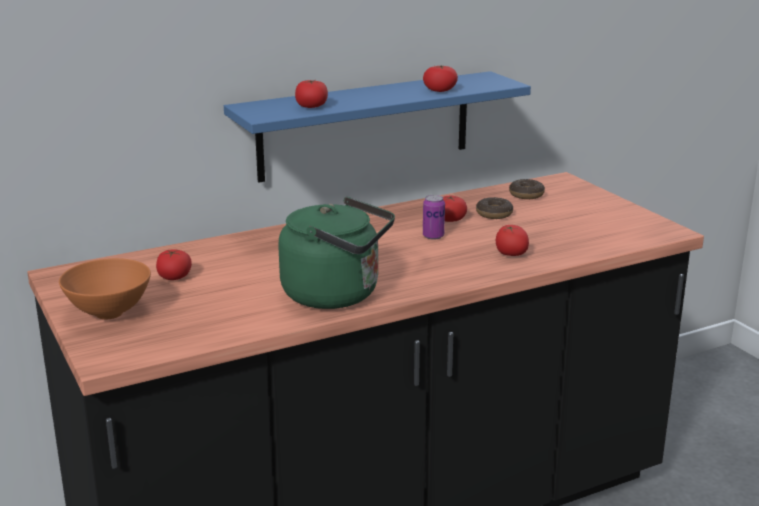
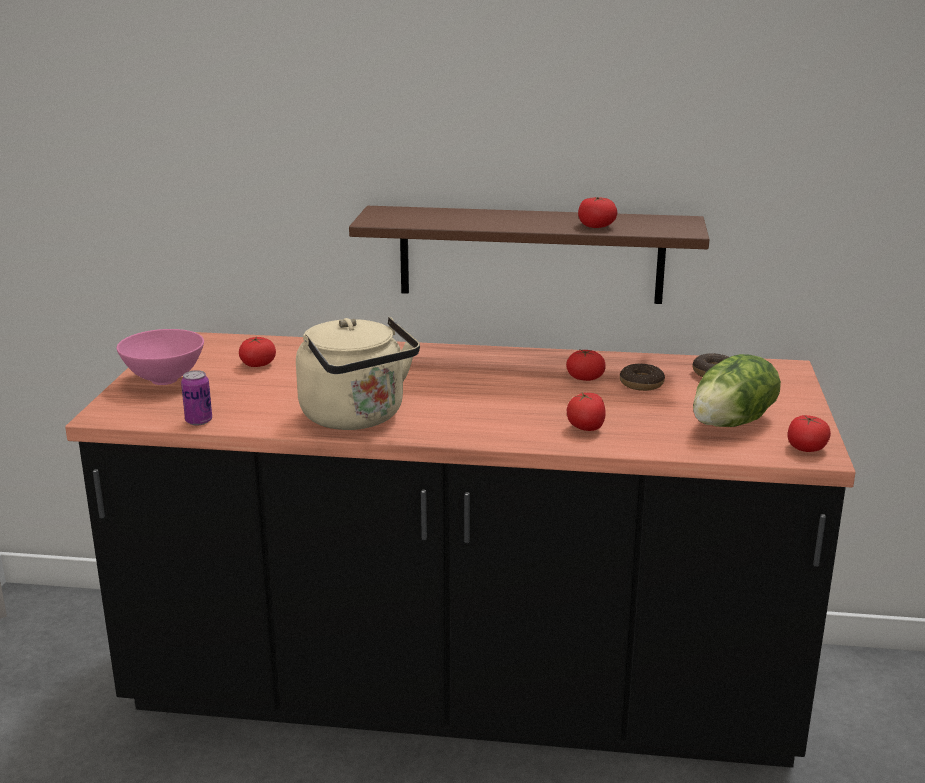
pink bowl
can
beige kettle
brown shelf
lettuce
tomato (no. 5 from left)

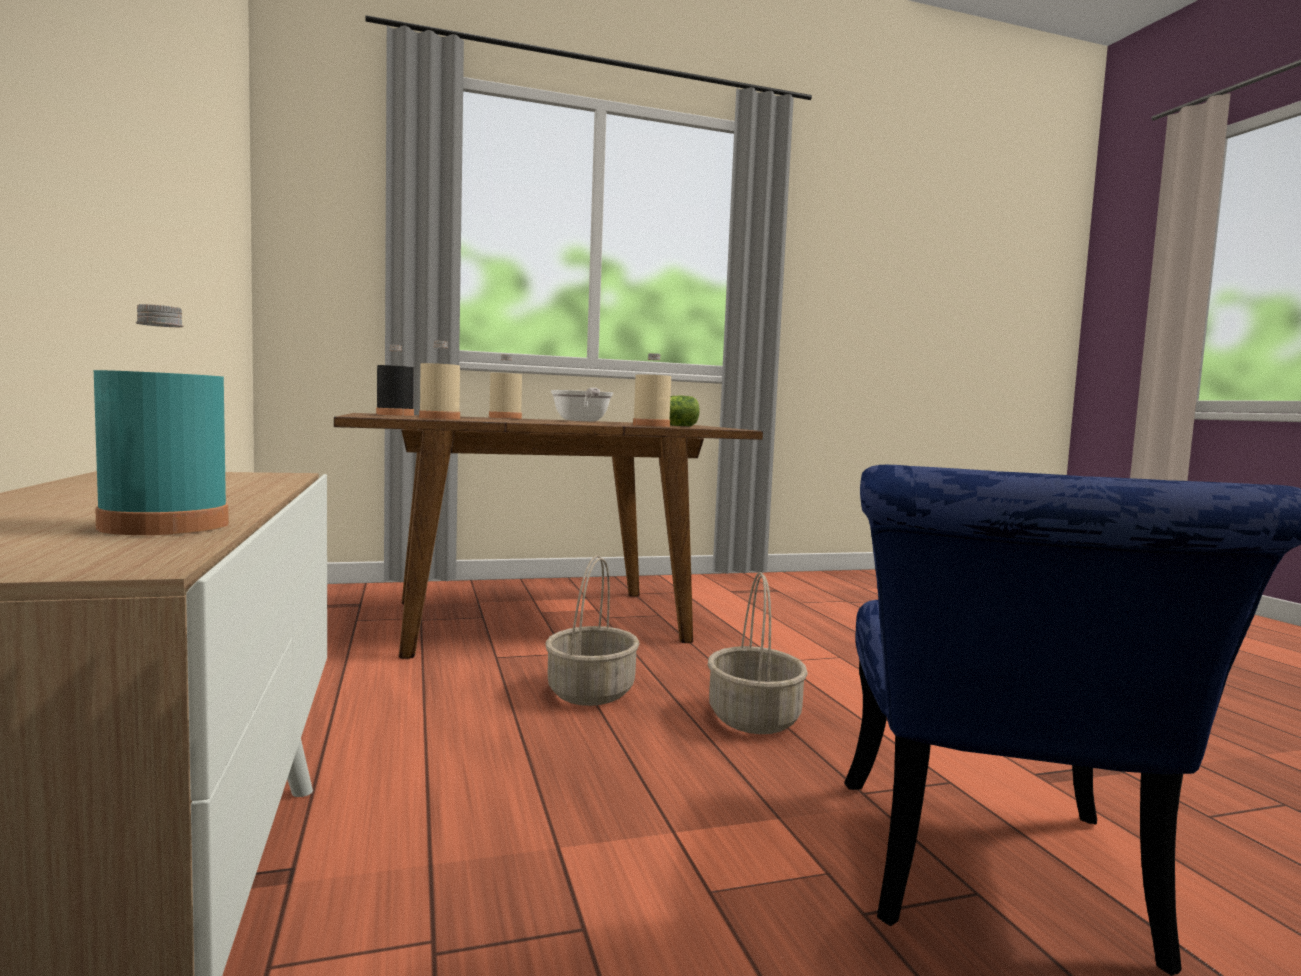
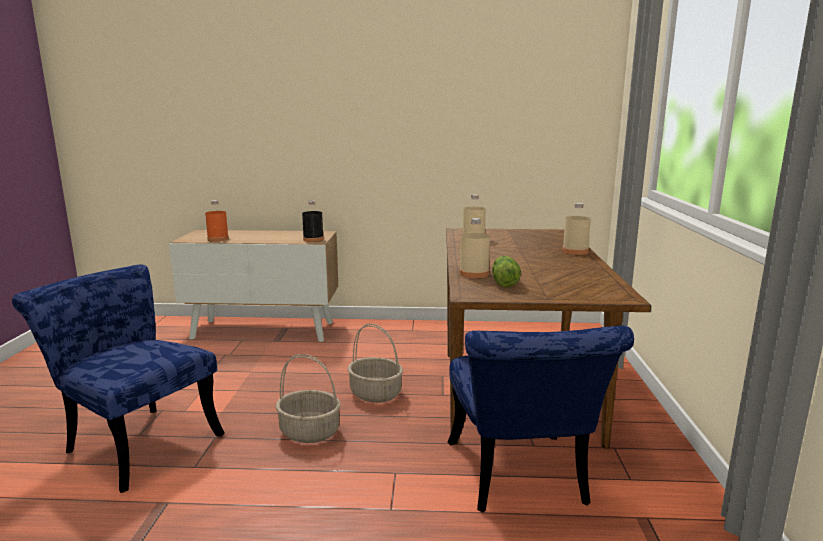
orange bottle
black bottle
blue chair (no. 2 from left)
frying pan

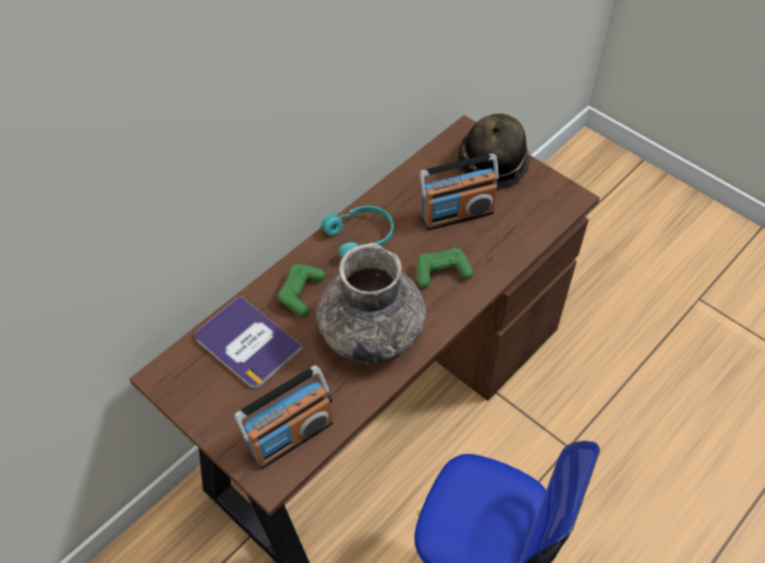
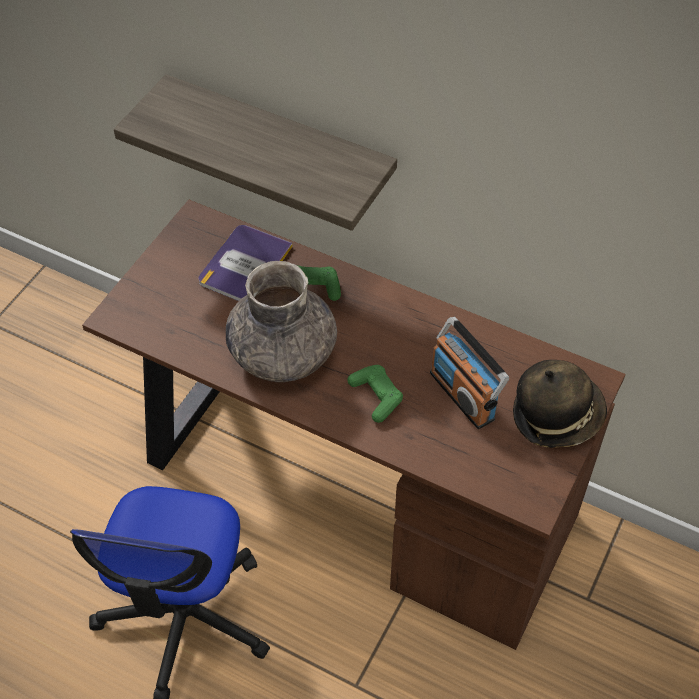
shelf
radio (no. 1 from left in the first image)
turquoise headphones

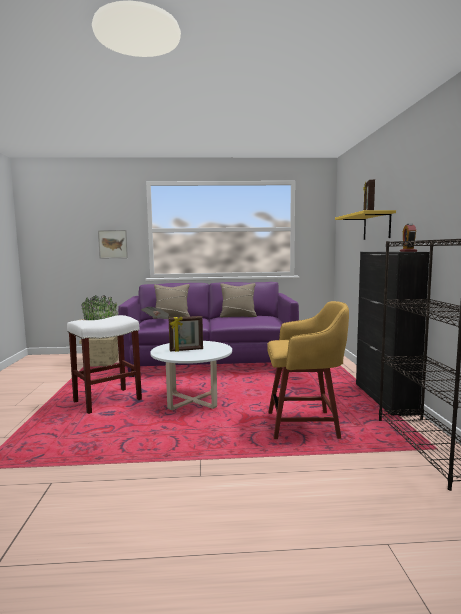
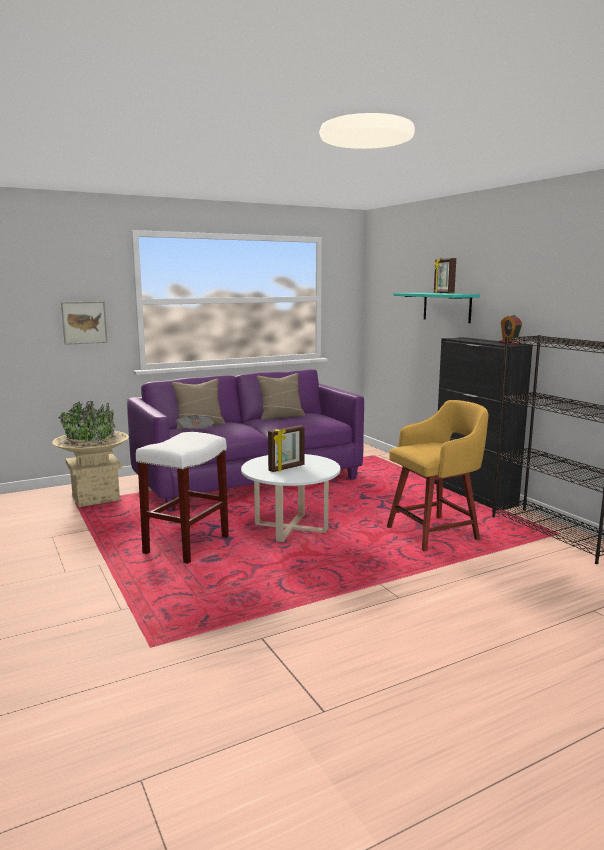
turquoise shelf

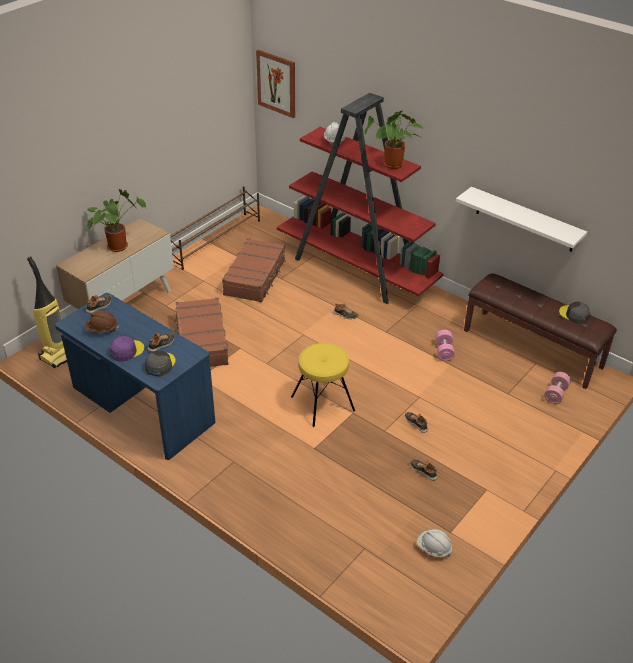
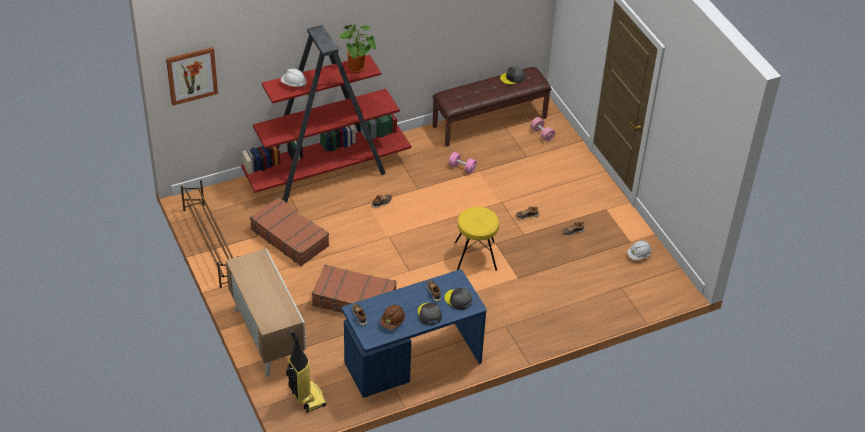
grey cap (no. 1 from left)
potted plant (no. 1 from left in the first image)
white shelf

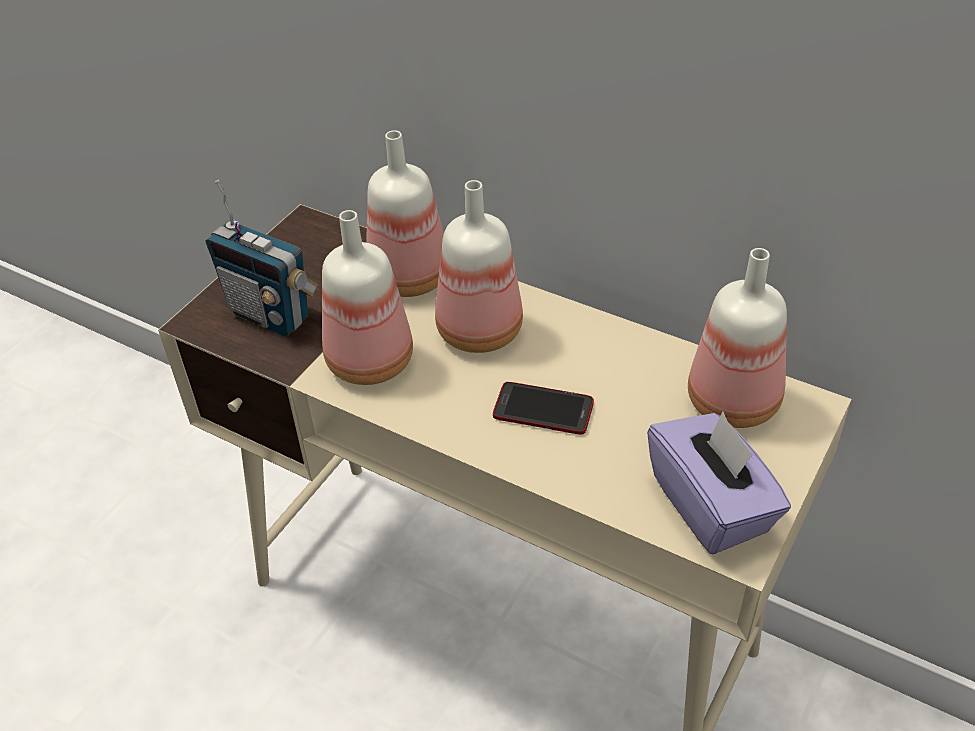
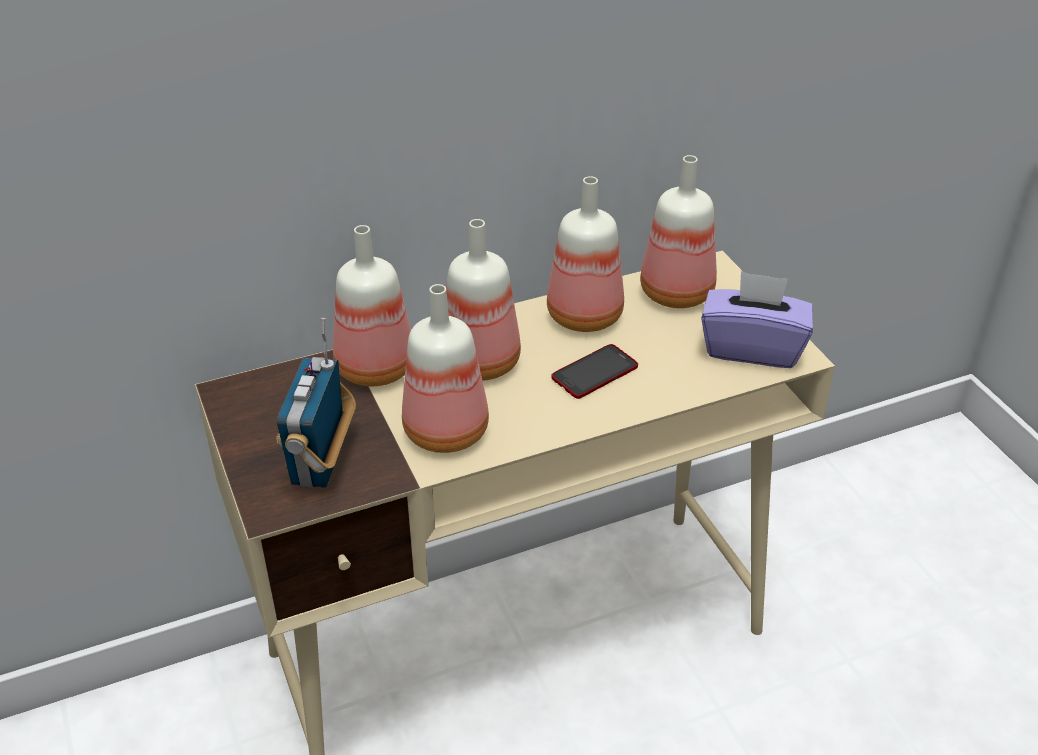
radio
bottle (no. 4 from left)

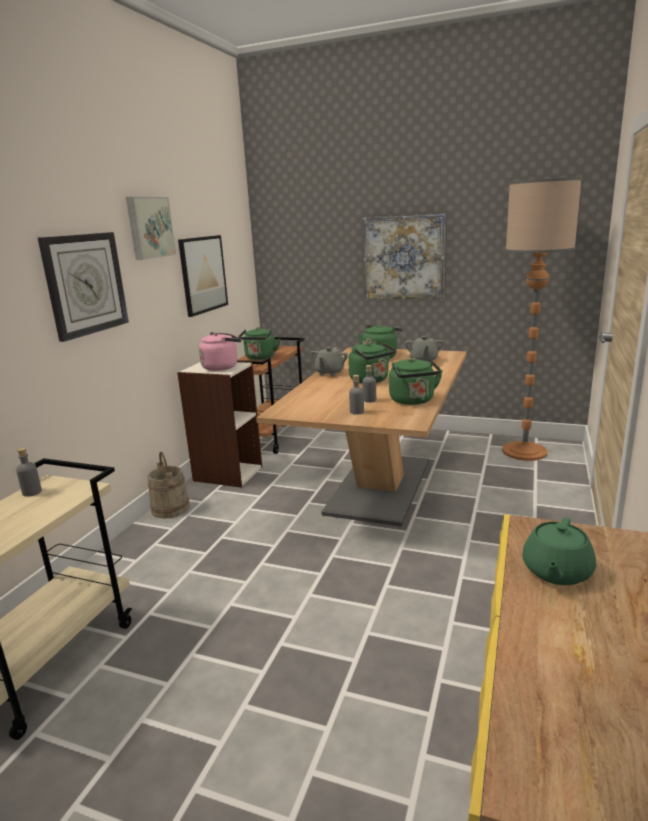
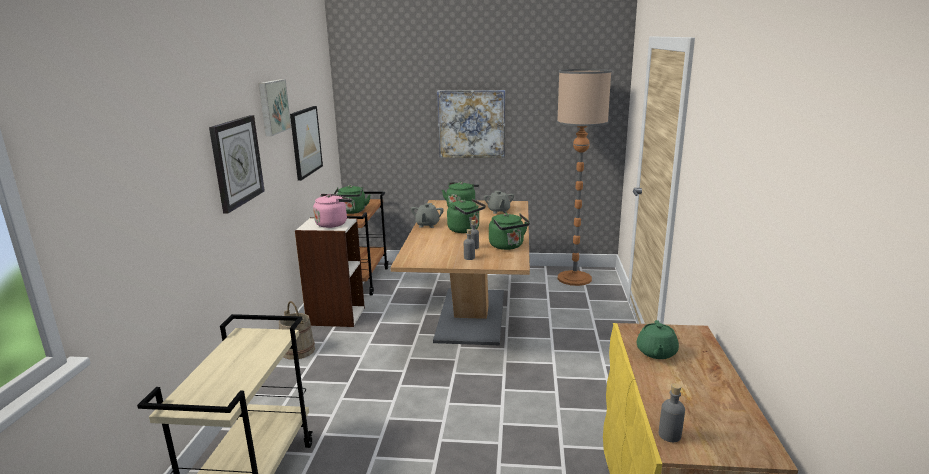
grey bottle (no. 3 from left)

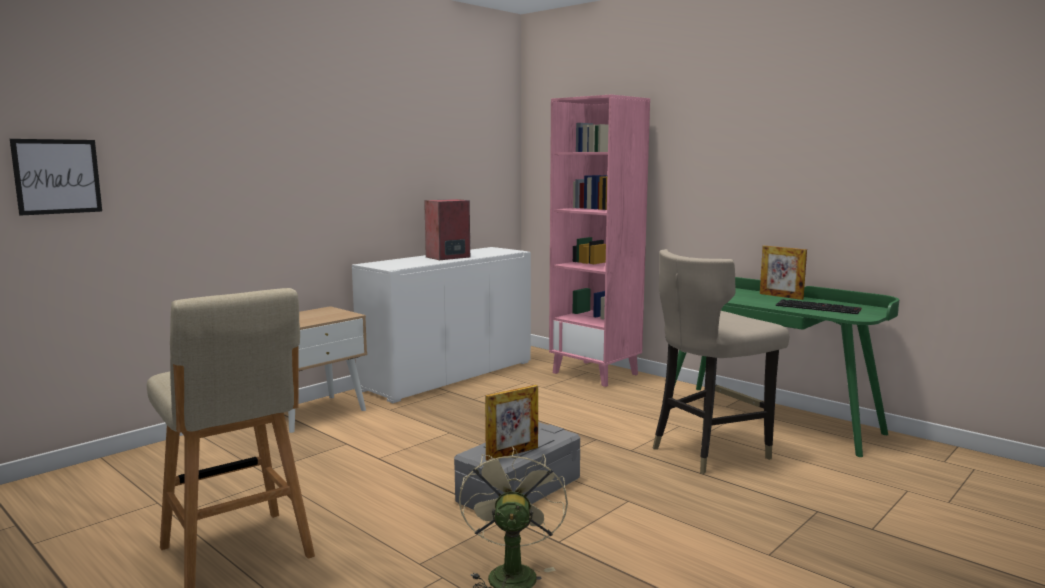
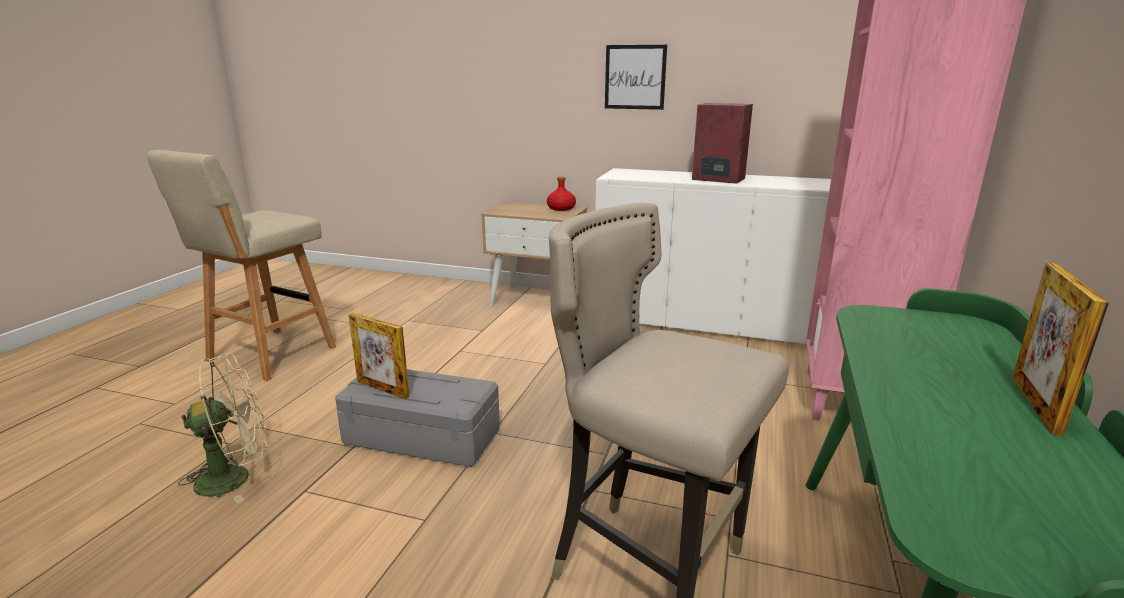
red bottle
picture
keyboard

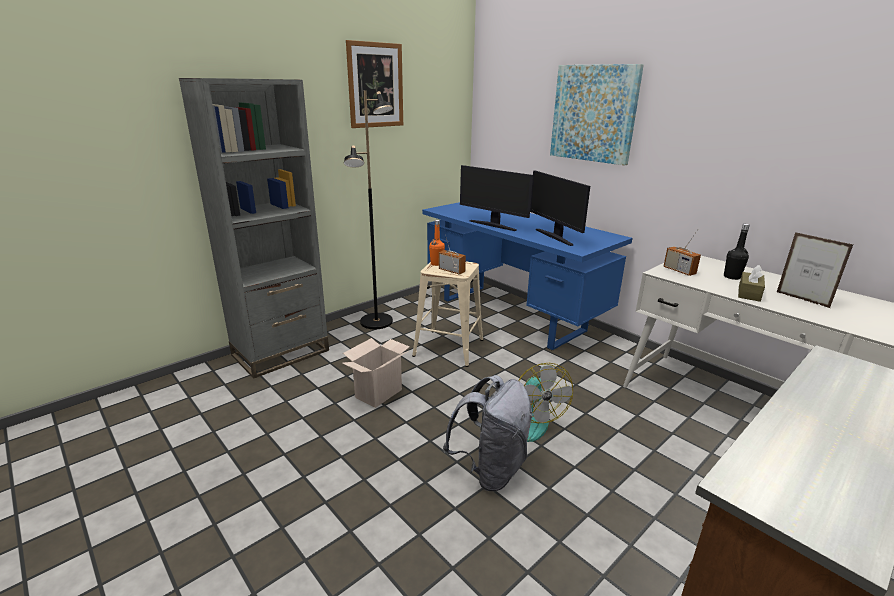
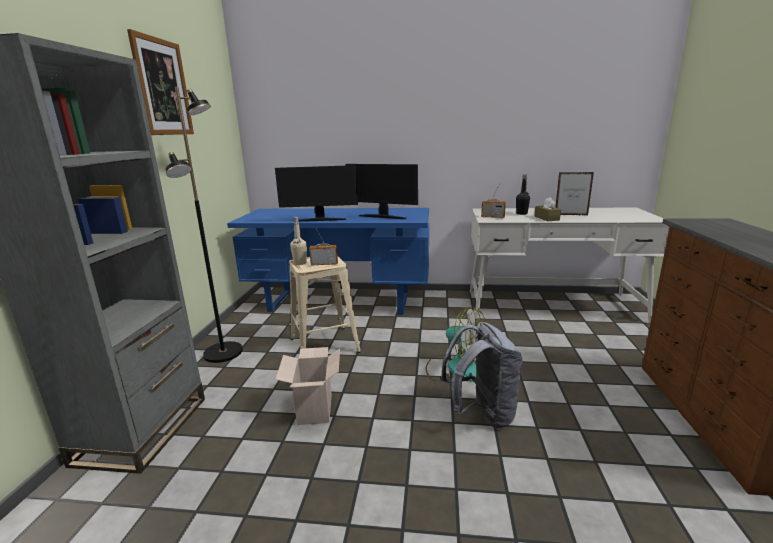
beige bottle
picture (no. 2 from left in the first image)

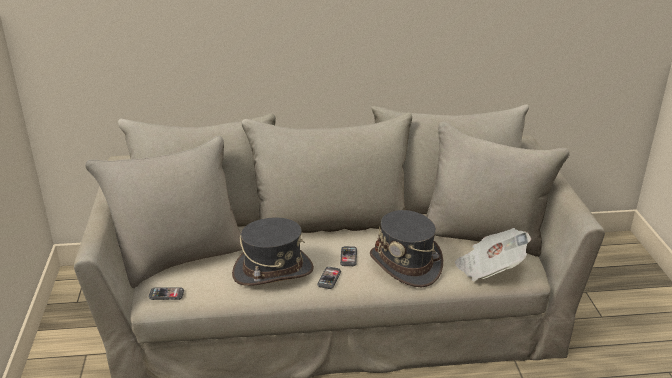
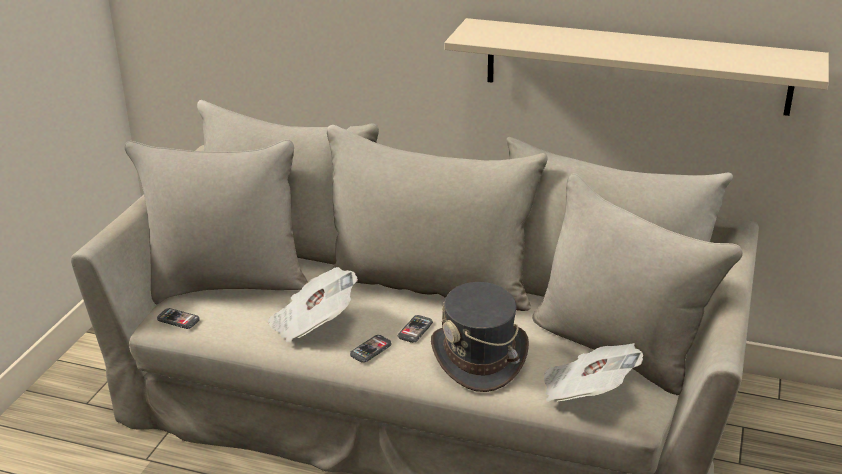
newspaper (no. 1 from left)
beige shelf

